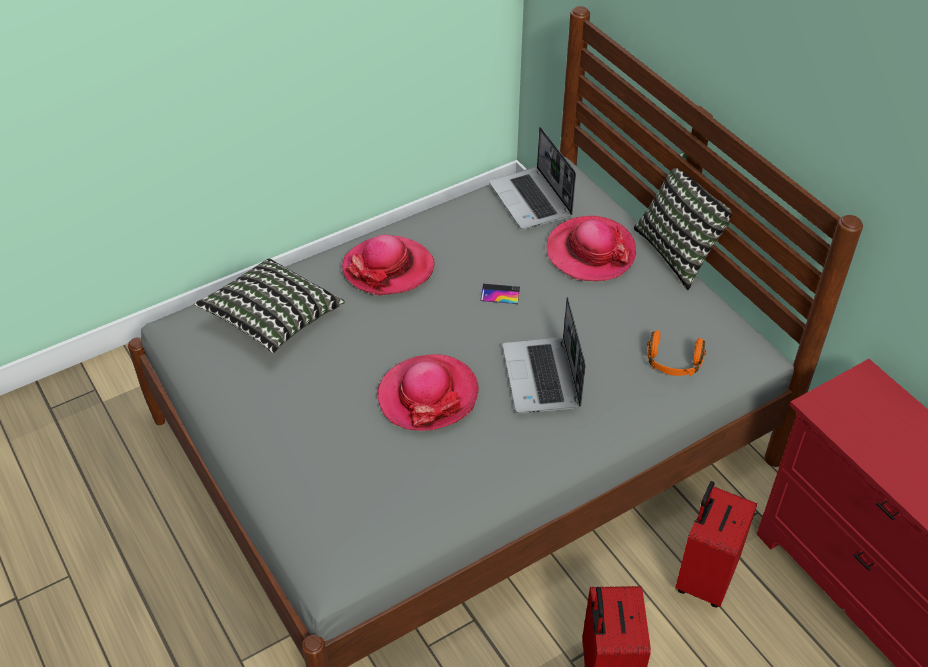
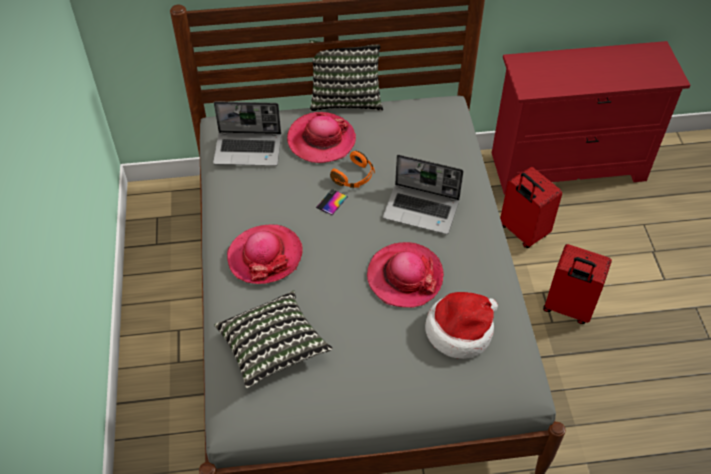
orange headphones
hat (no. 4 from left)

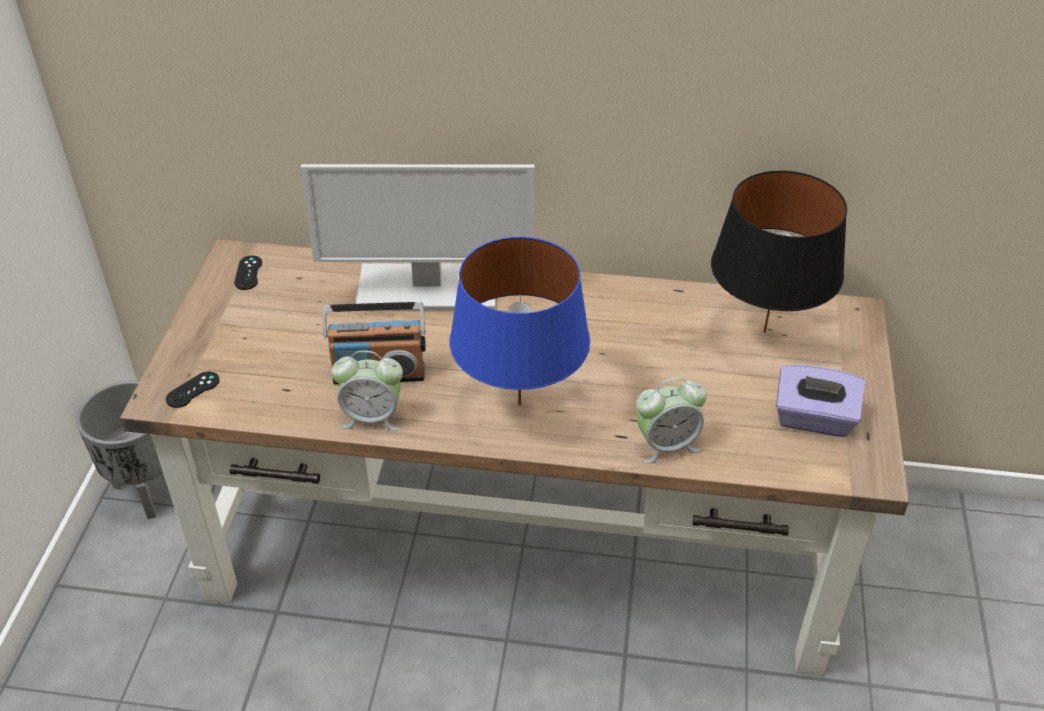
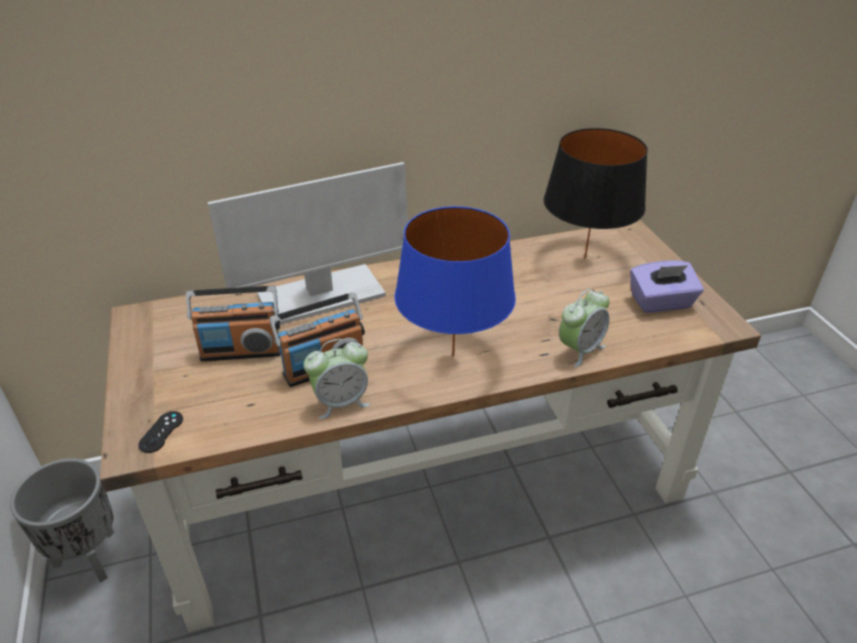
radio (no. 1 from left)
black game controller (no. 2 from left in the first image)

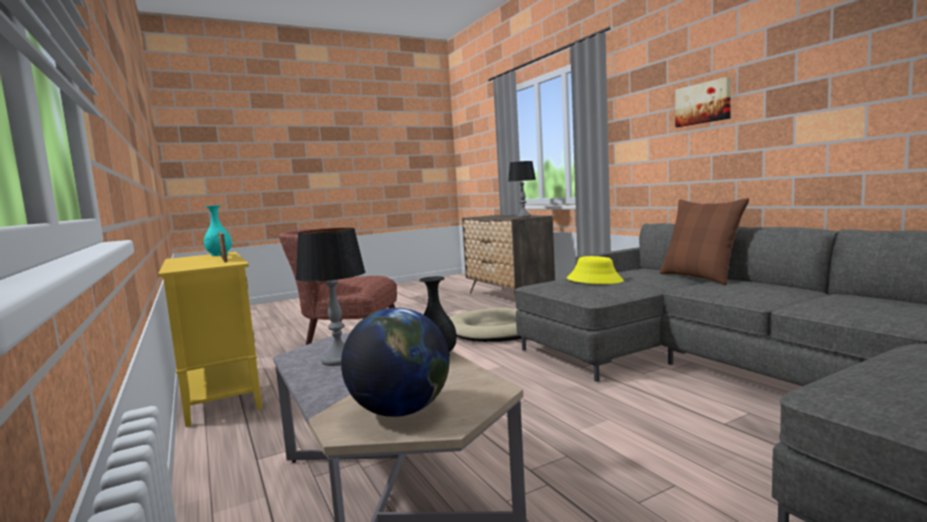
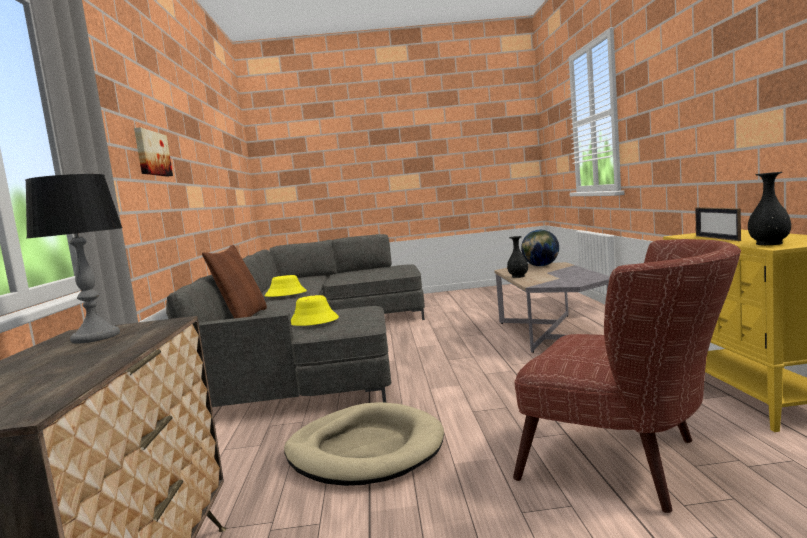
yellow hat (no. 1 from left)
black vase (no. 2 from left)
table lamp (no. 1 from left in the first image)

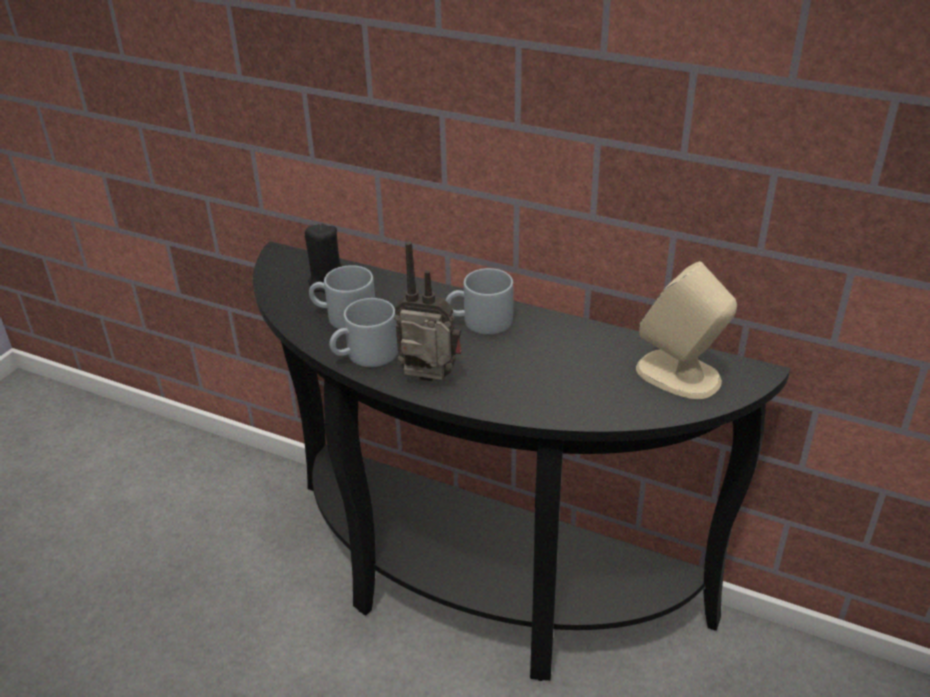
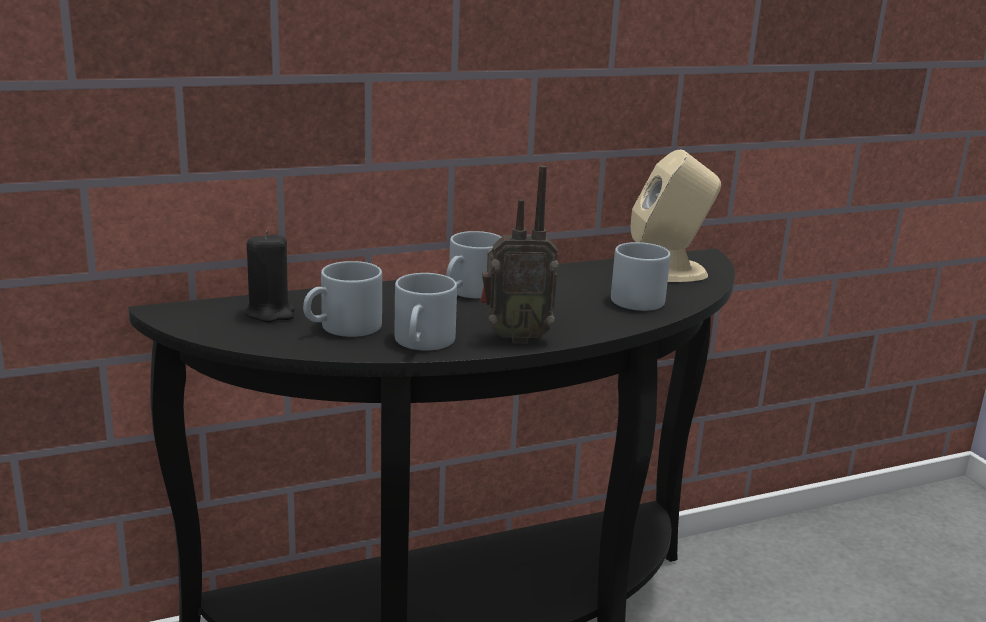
radio
grey mug (no. 4 from left)

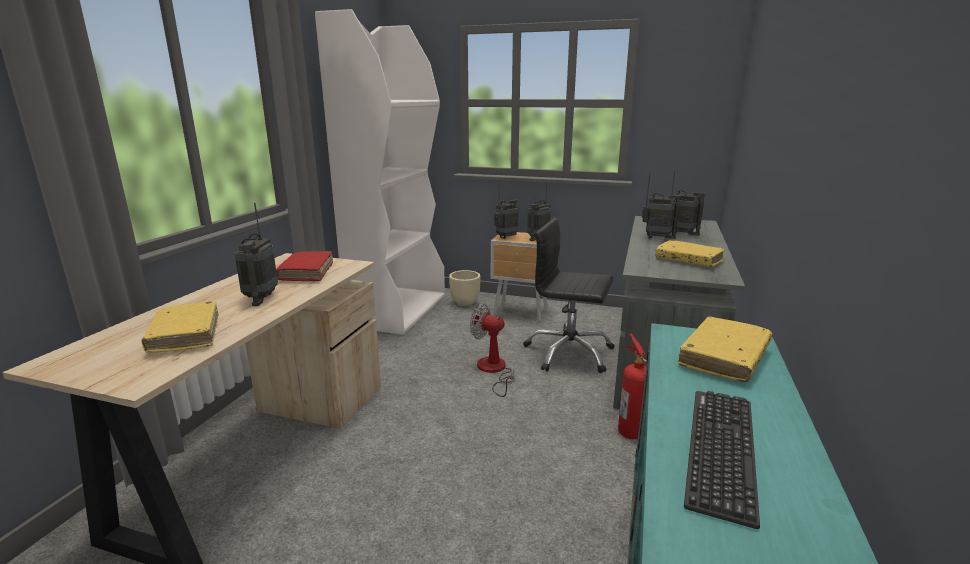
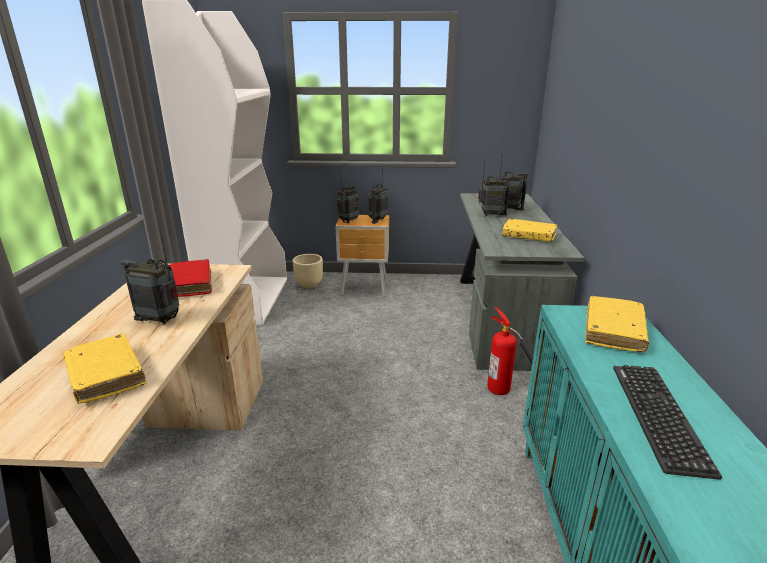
radio (no. 1 from left)
fan
black office chair

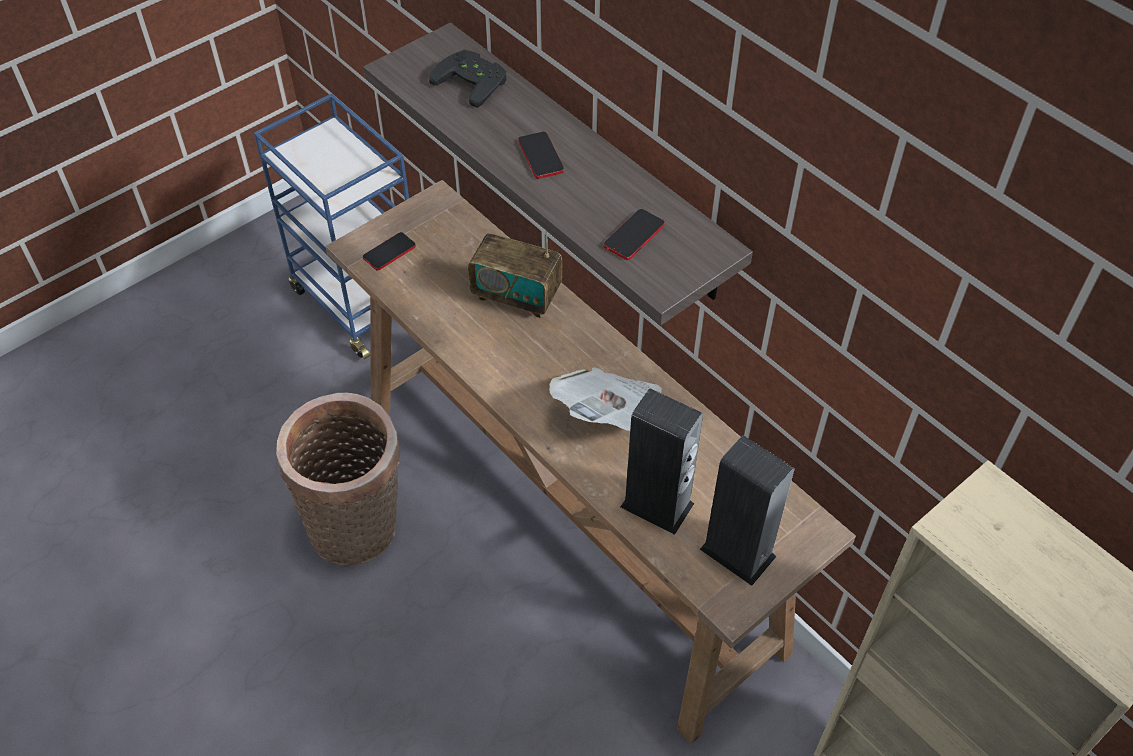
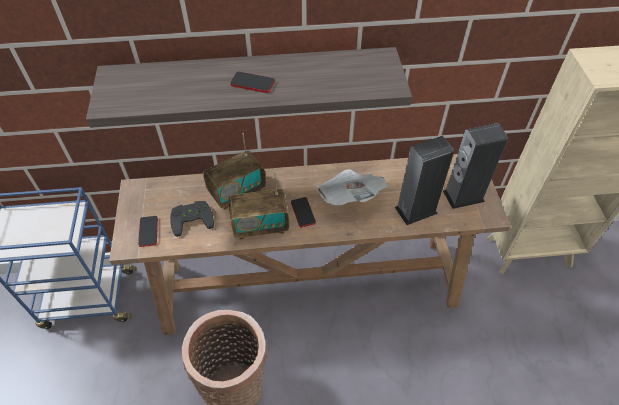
black game controller
radio (no. 2 from left)
phone (no. 3 from left)

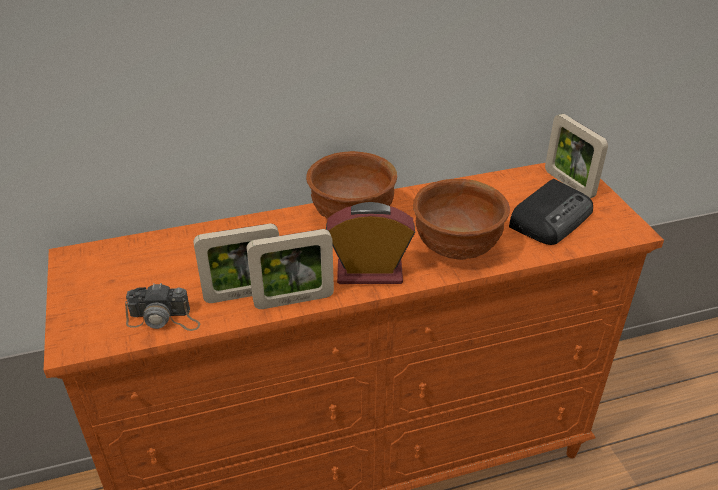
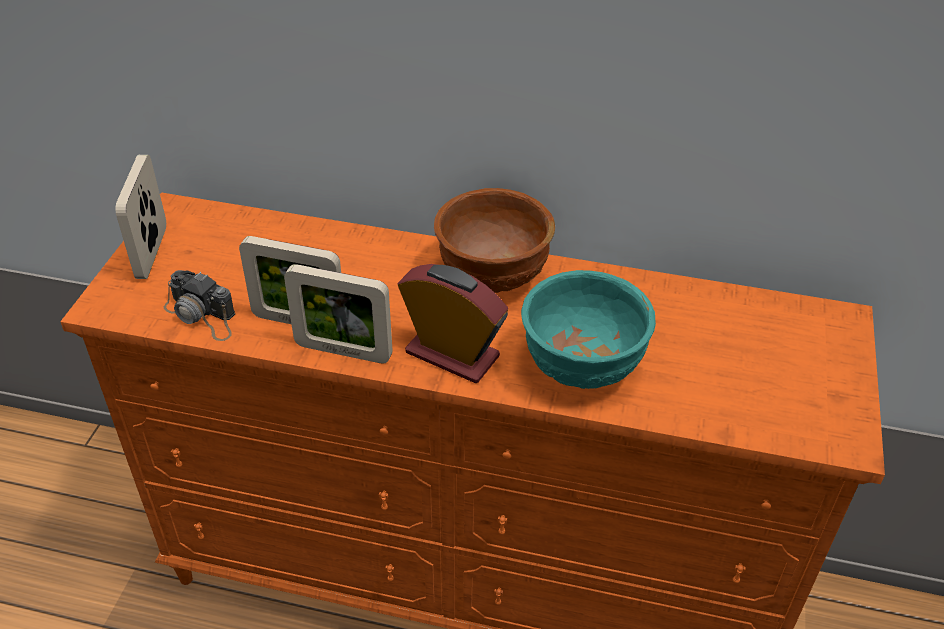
picture frame (no. 1 from left)
turquoise bowl
radio

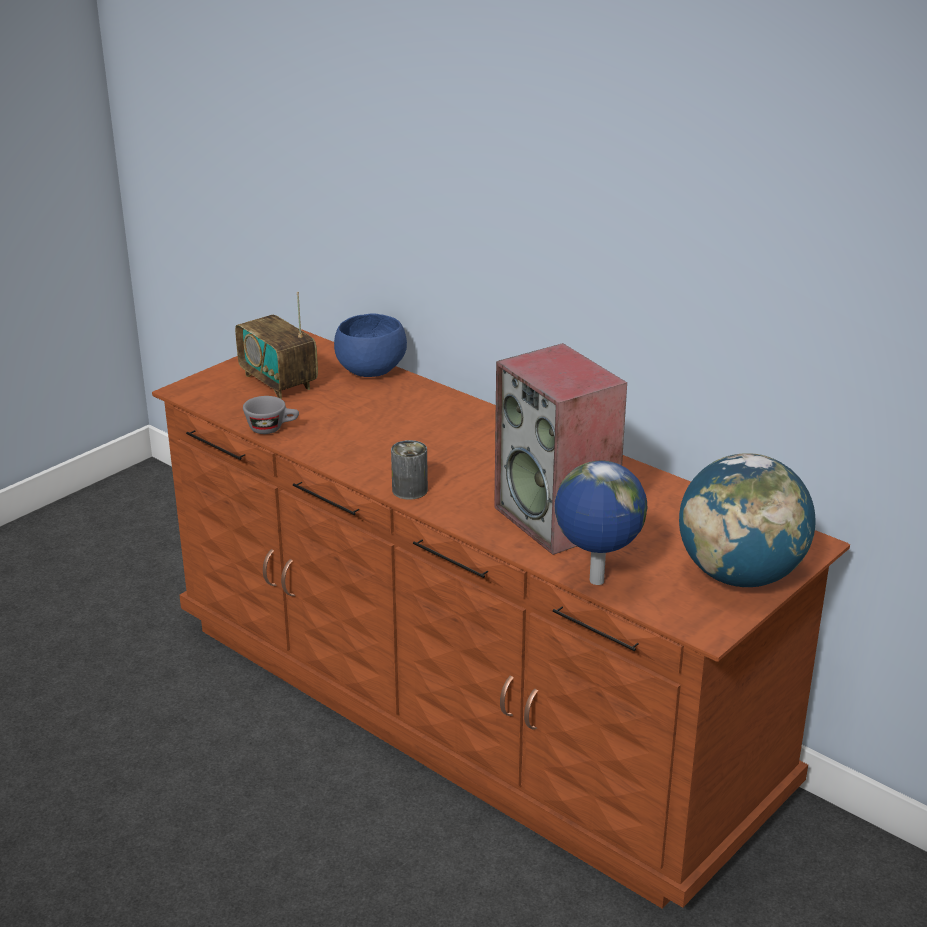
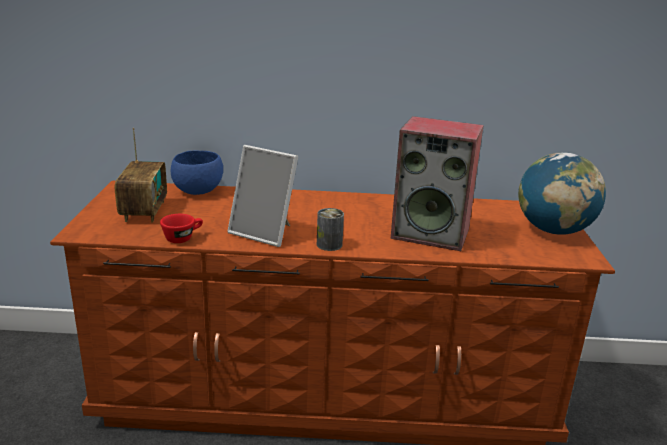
radio
red cup
picture frame
globe (no. 1 from left in the first image)

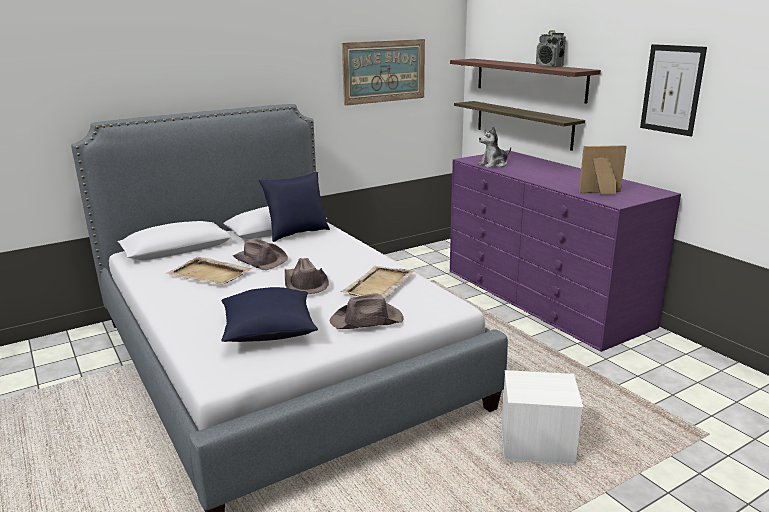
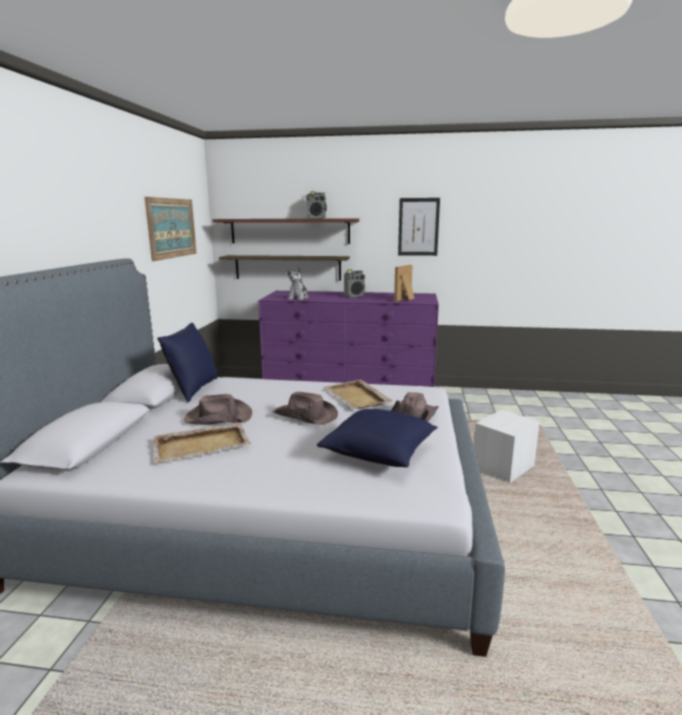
radio (no. 2 from left)

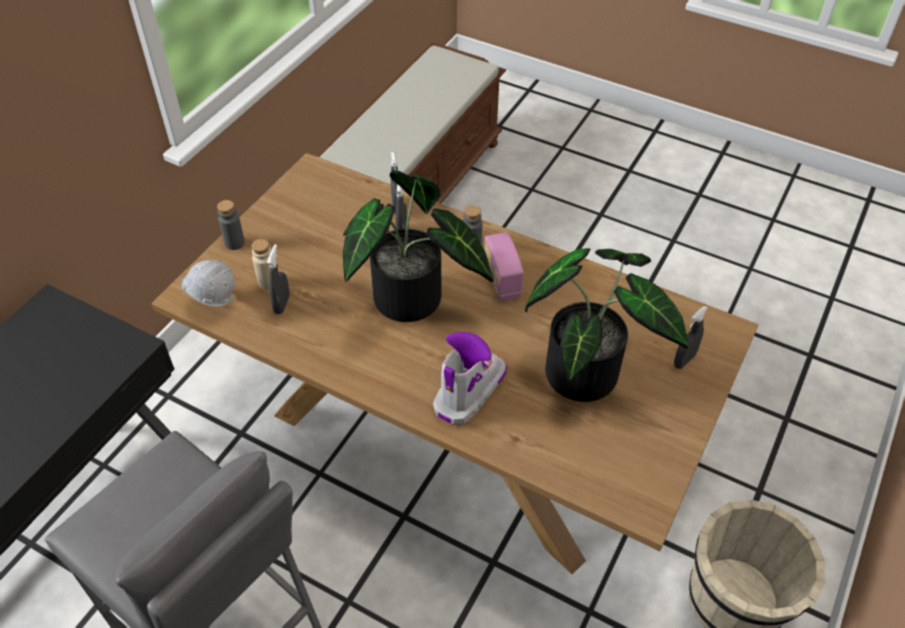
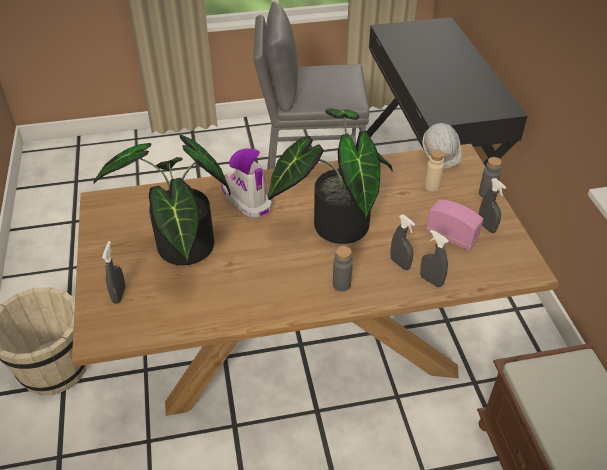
boot
radio
grey spray bottle (no. 4 from left)

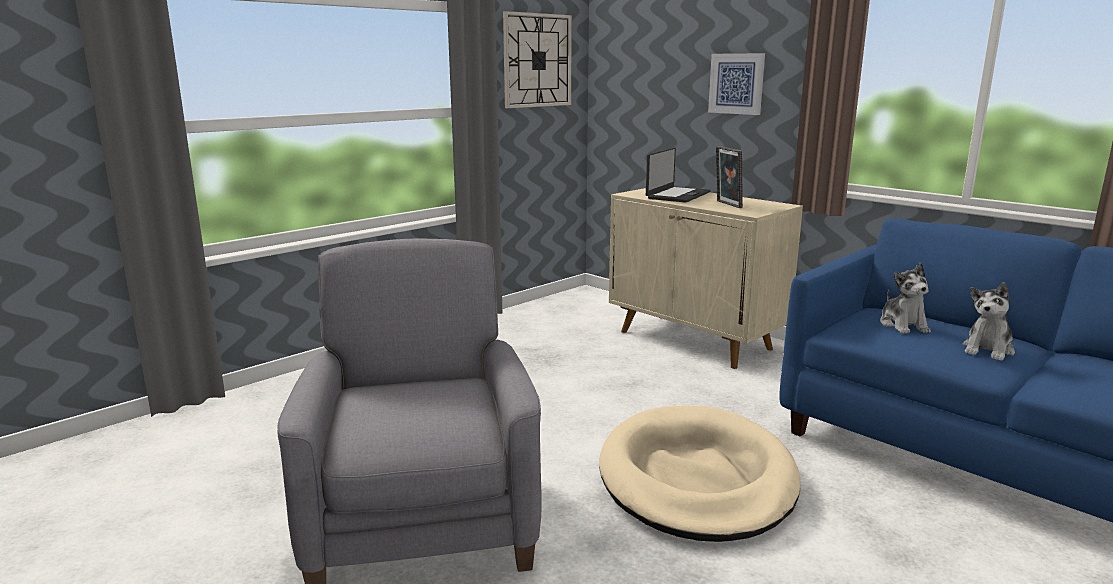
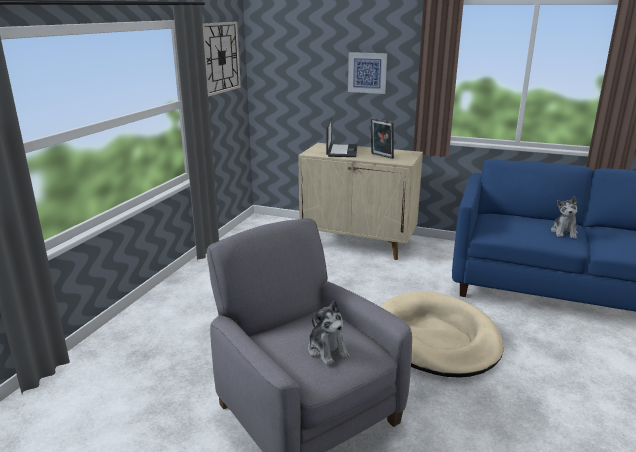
plush toy (no. 1 from left)

